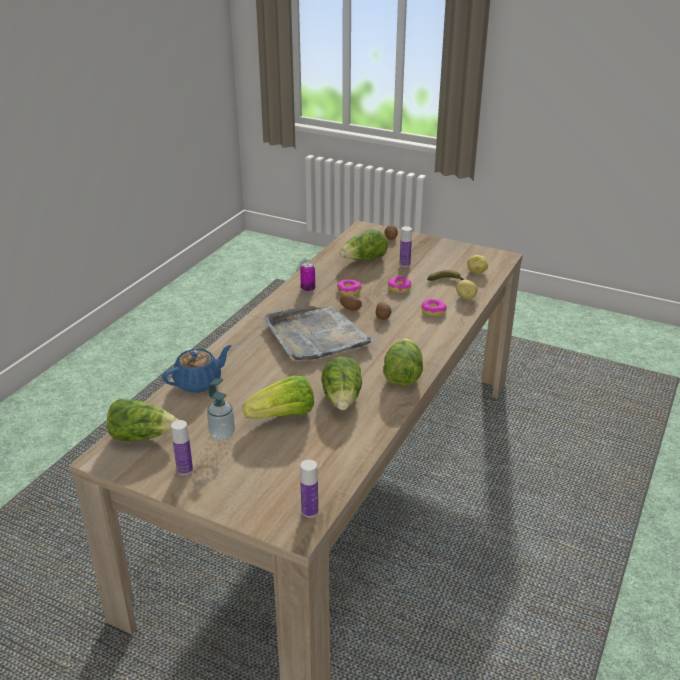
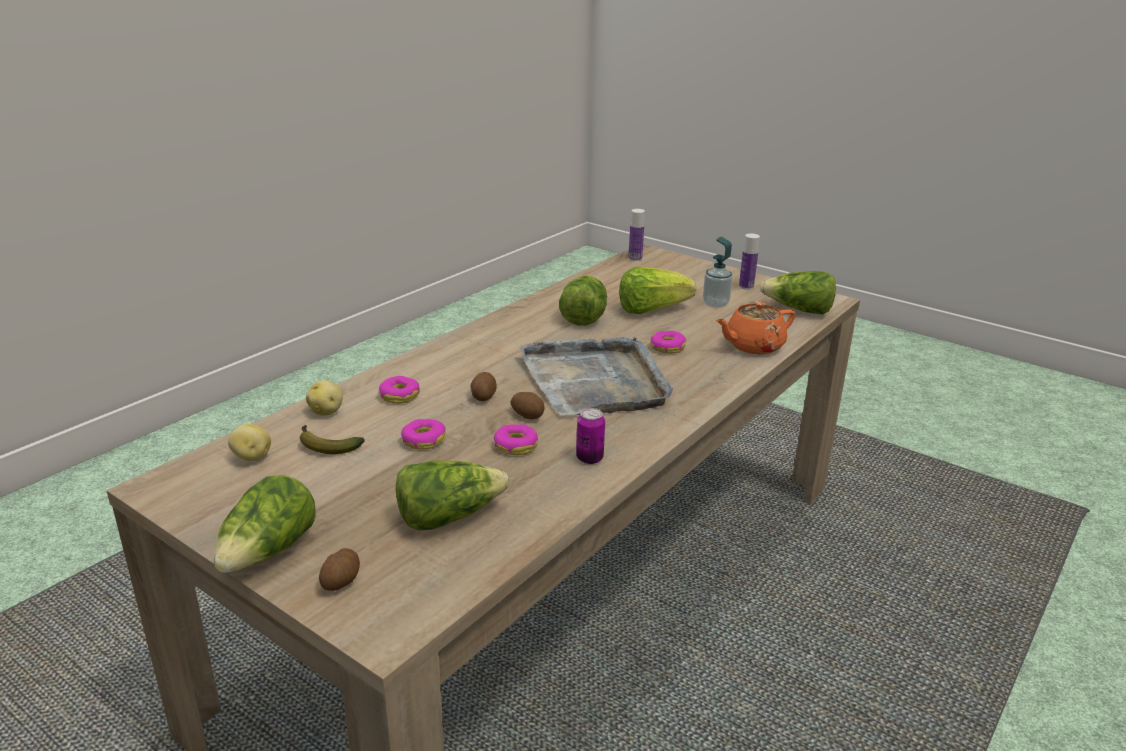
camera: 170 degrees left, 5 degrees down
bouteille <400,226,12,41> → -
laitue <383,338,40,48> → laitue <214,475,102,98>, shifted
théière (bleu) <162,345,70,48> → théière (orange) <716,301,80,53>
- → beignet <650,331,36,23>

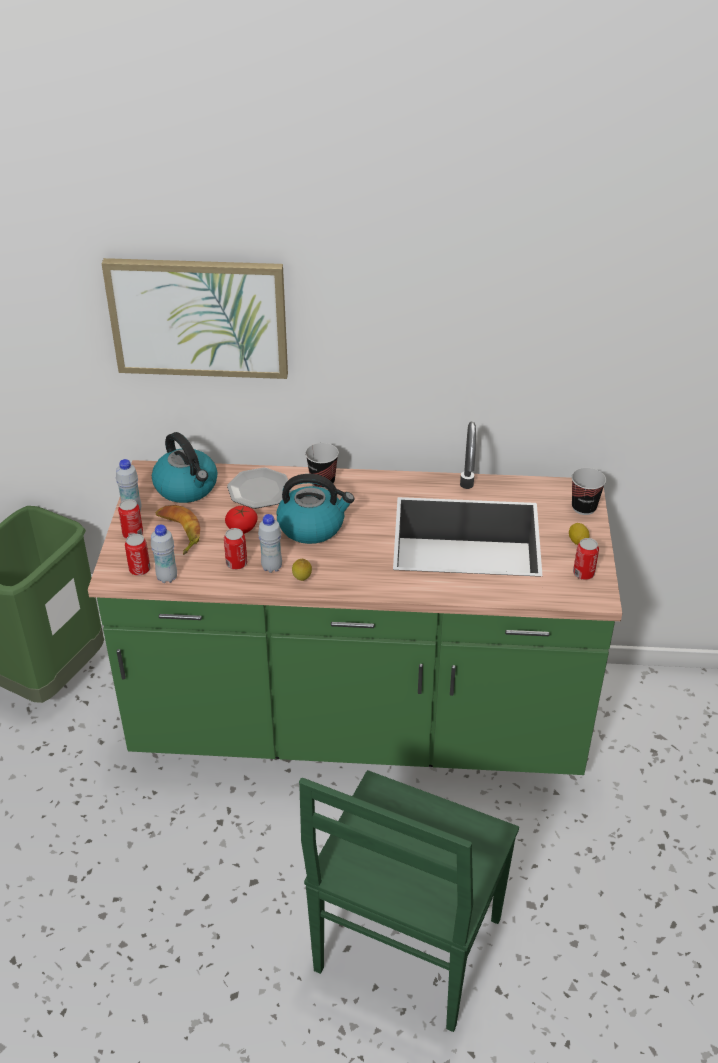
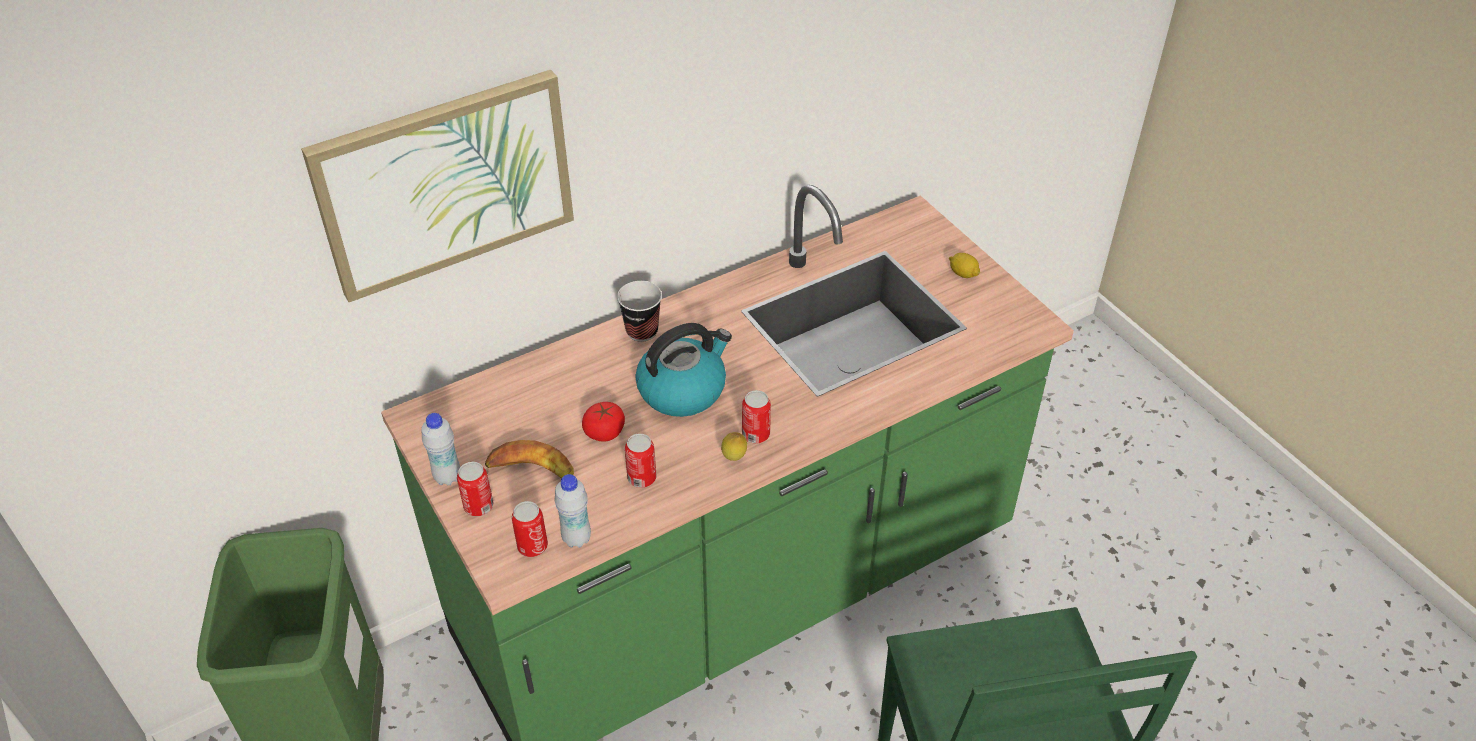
camera: 35 degrees left, 5 degrees up
bouilloire <152,432,66,71> → -
assiette <227,468,65,41> → -
tasse <571,468,35,47> → -
bouteille (blanc) <258,514,24,59> → -
boîte métallique <573,538,26,42> → boîte métallique <742,390,29,54>, shifted

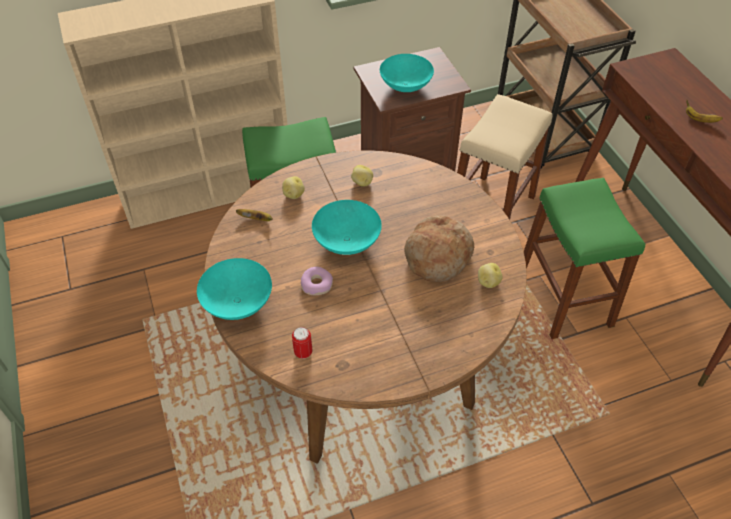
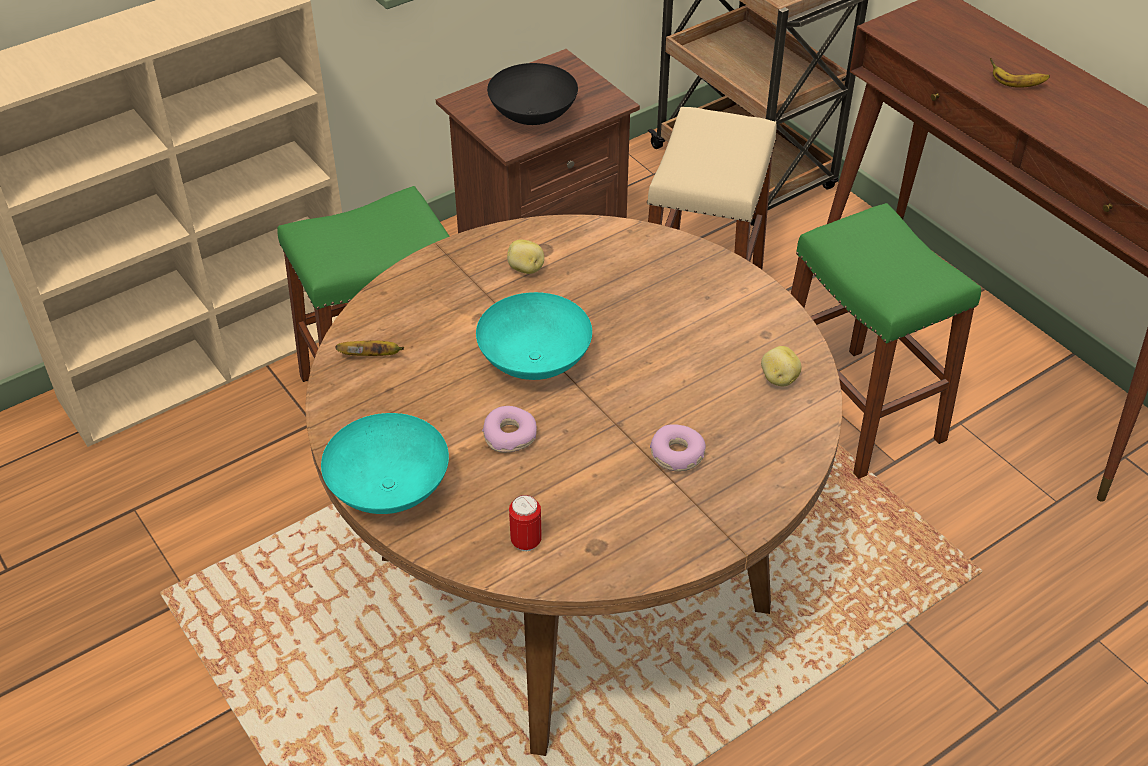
camera: 15 degrees left, 5 degrees down
bol (turquoise) <380,54,54,38> → bol (noir) <487,63,91,62>
pomme de terre <282,176,23,23> → -
pain <404,215,70,67> → -
- → beignet <650,424,56,48>

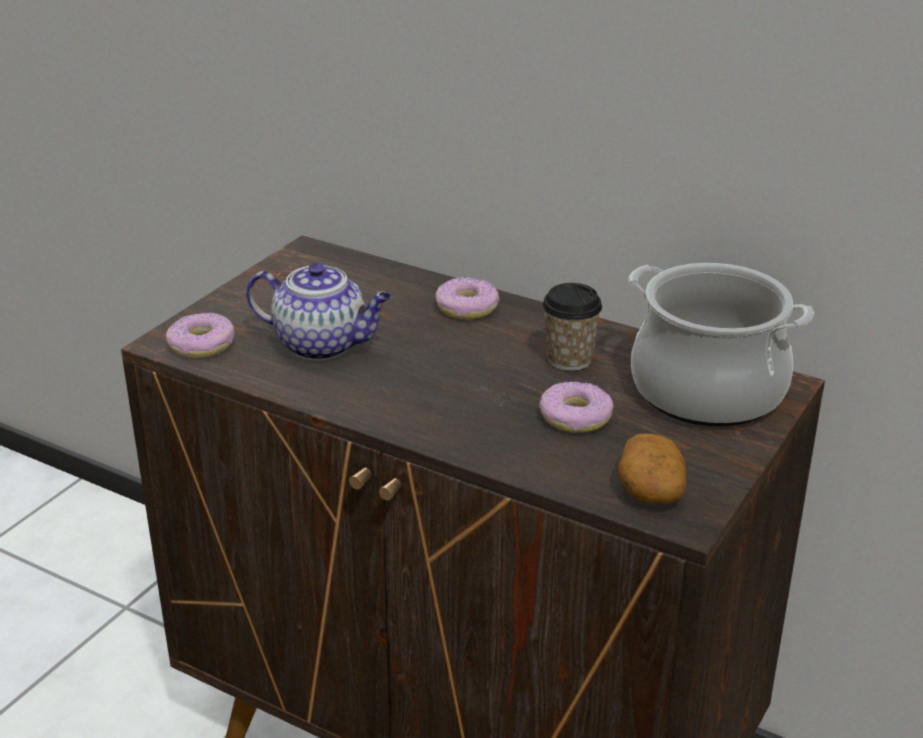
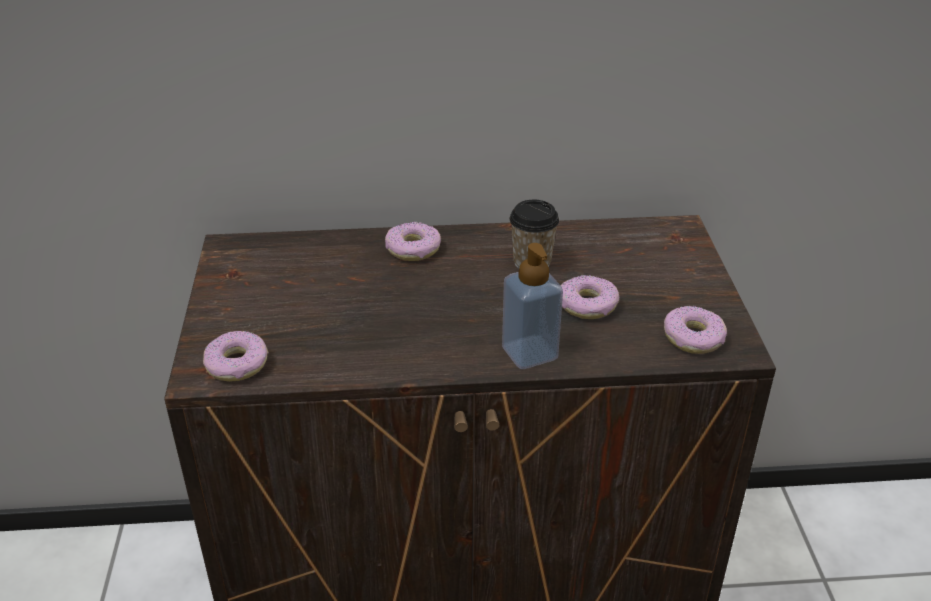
camera: 35 degrees left, 5 degrees up
théière <246,263,146,97> → -
marmite <628,263,186,163> → -
pomme de terre <618,433,68,71> → beignet <664,306,63,48>
- → distributeur de savon <502,243,61,126>

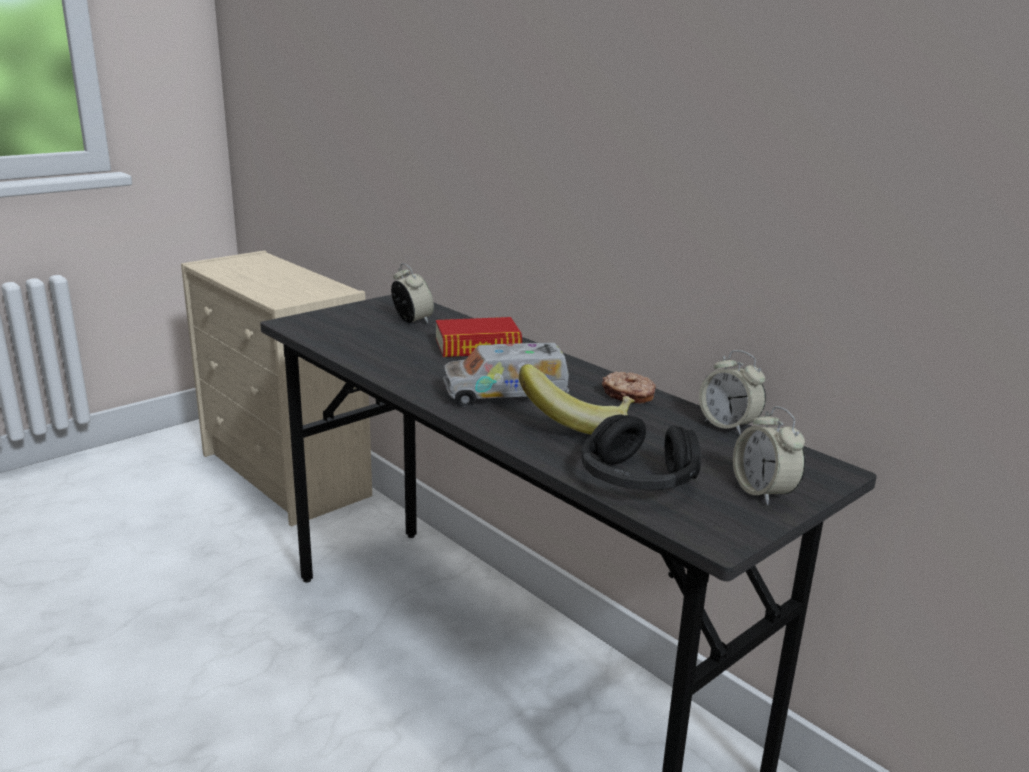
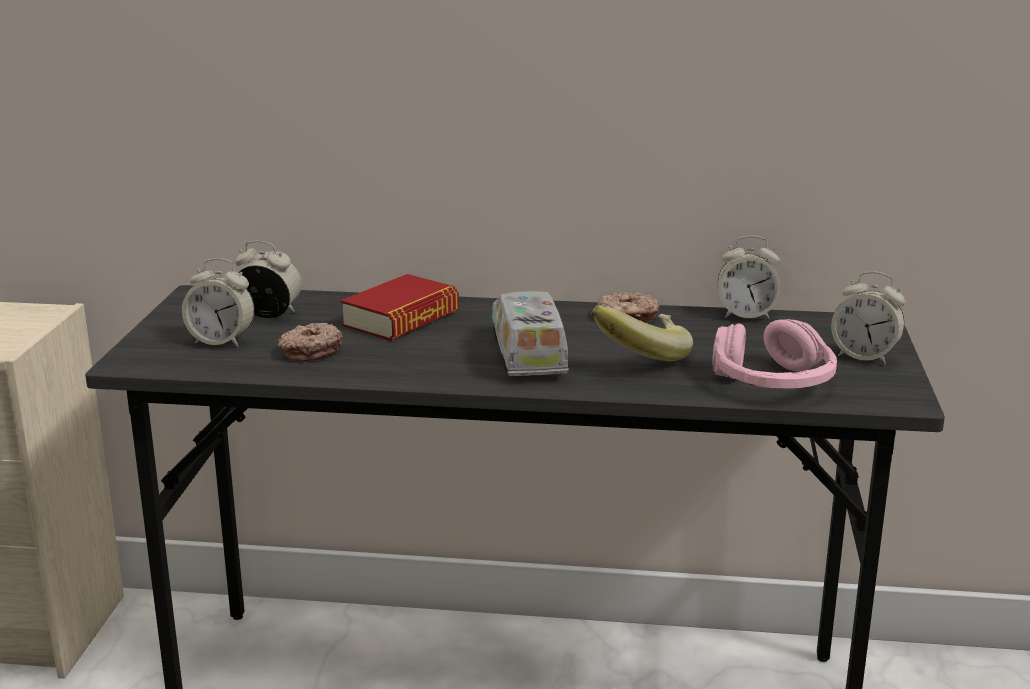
camera: 40 degrees left, 0 degrees up
camion jouet <443,343,126,64> → camion jouet <492,291,77,86>, 135 degrees clockwise
casque audio (noir) <581,415,120,76> → casque audio (rose) <712,319,125,70>
- → réveil <182,258,73,89>
- → beignet <278,323,65,39>

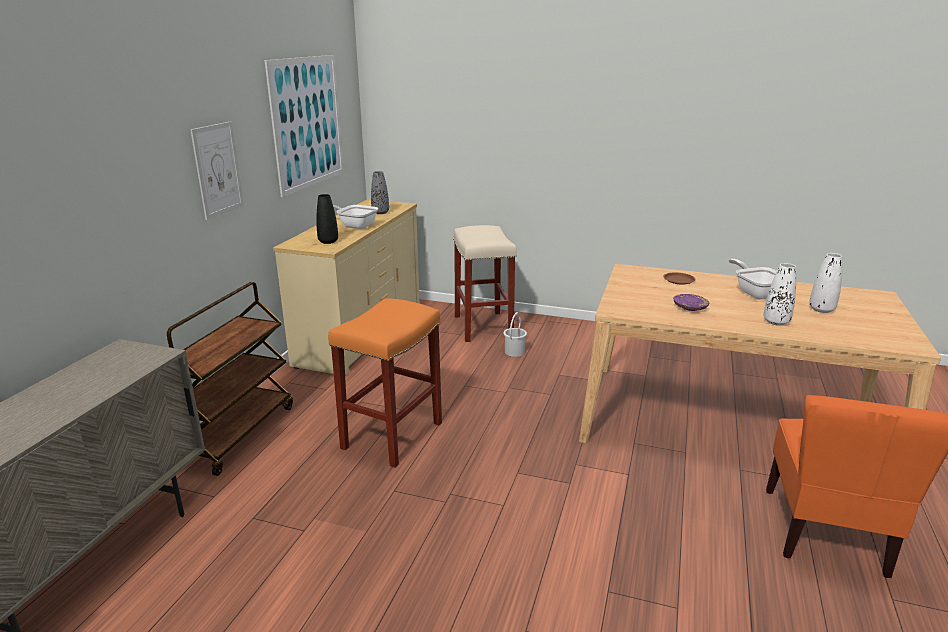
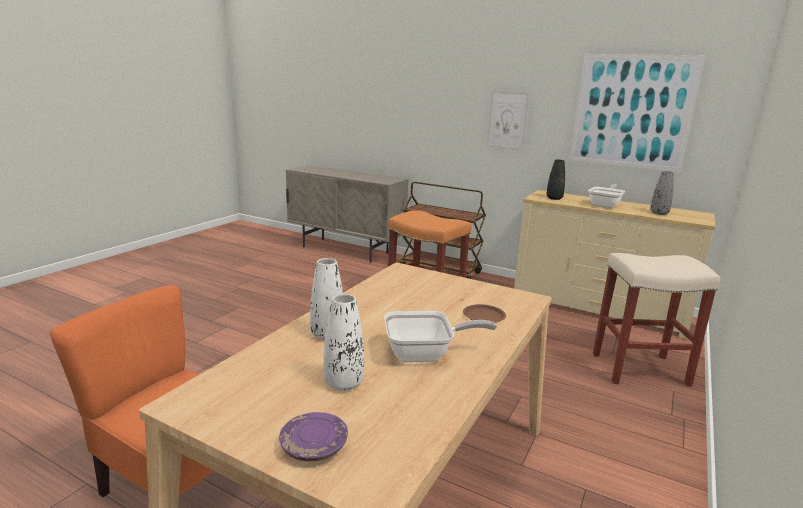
camera: 100 degrees right, 5 degrees down
assiette (violet) <673,294,36,17> → assiette (violet) <279,412,69,50>, shifted
seau (blanc) <503,312,24,45> → -

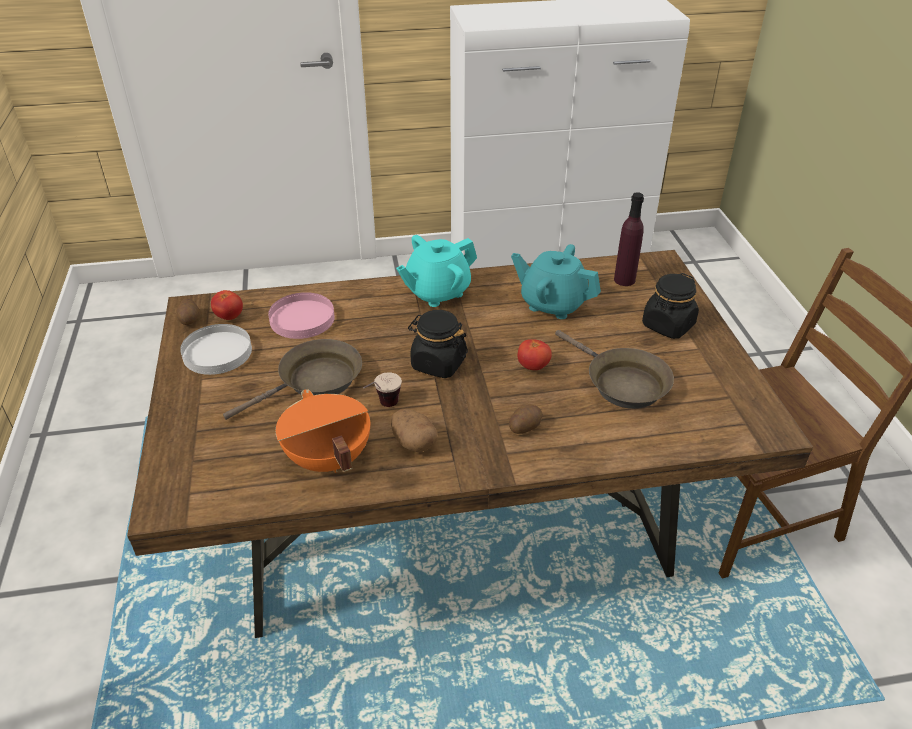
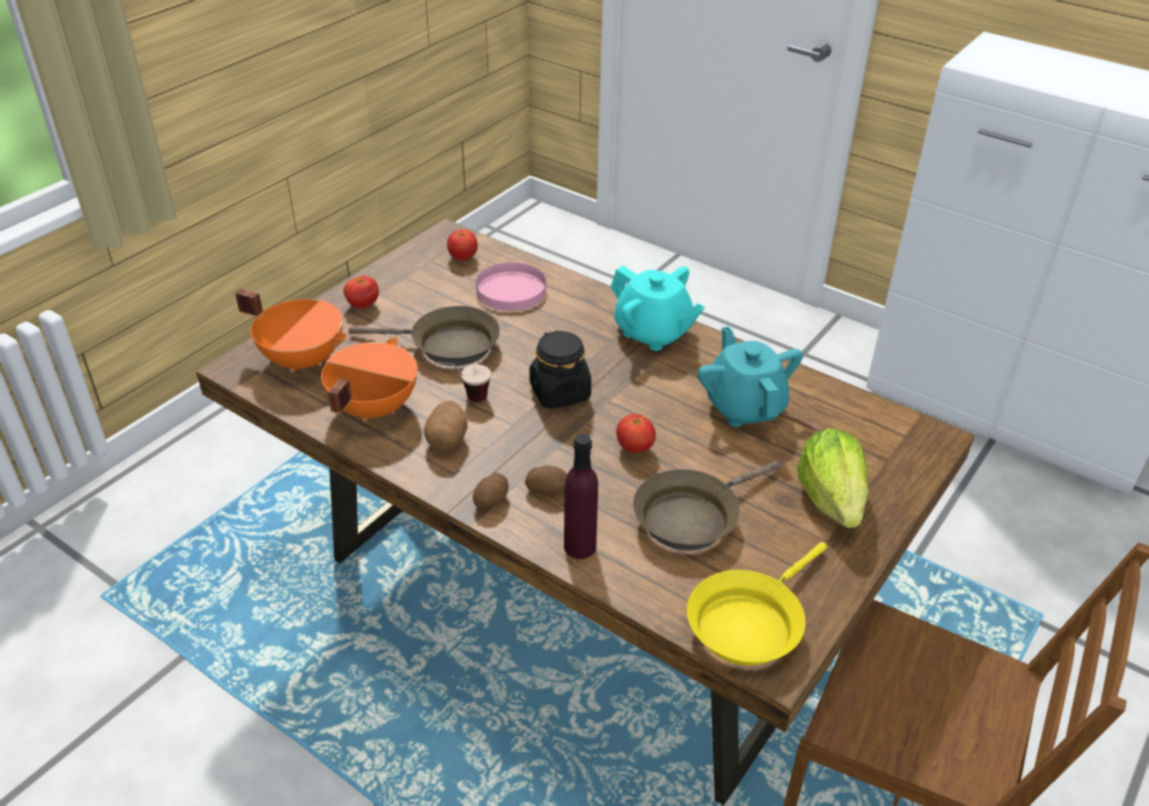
camera: 45 degrees right, 0 degrees up
bouteille (violet) <614,192,30,94> → bouteille (violet) <564,434,34,125>, shifted
théière (turquoise) <396,235,81,72> → théière (turquoise) <610,266,95,85>, 150 degrees counterclockwise
bocal (noir) <642,273,57,66> → laitue <797,428,72,100>
pomme de terre <177,299,23,26> → pomme de terre <473,473,36,35>, shifted
assiette (blanc) <180,324,72,51> → -
poêle (marron) <555,330,119,79> → poêle (marron) <633,460,150,90>, 45 degrees clockwise
- → tomate <343,276,36,33>
- → marmite (orange) <235,289,112,84>
- → poêle (jaune) <687,542,140,124>

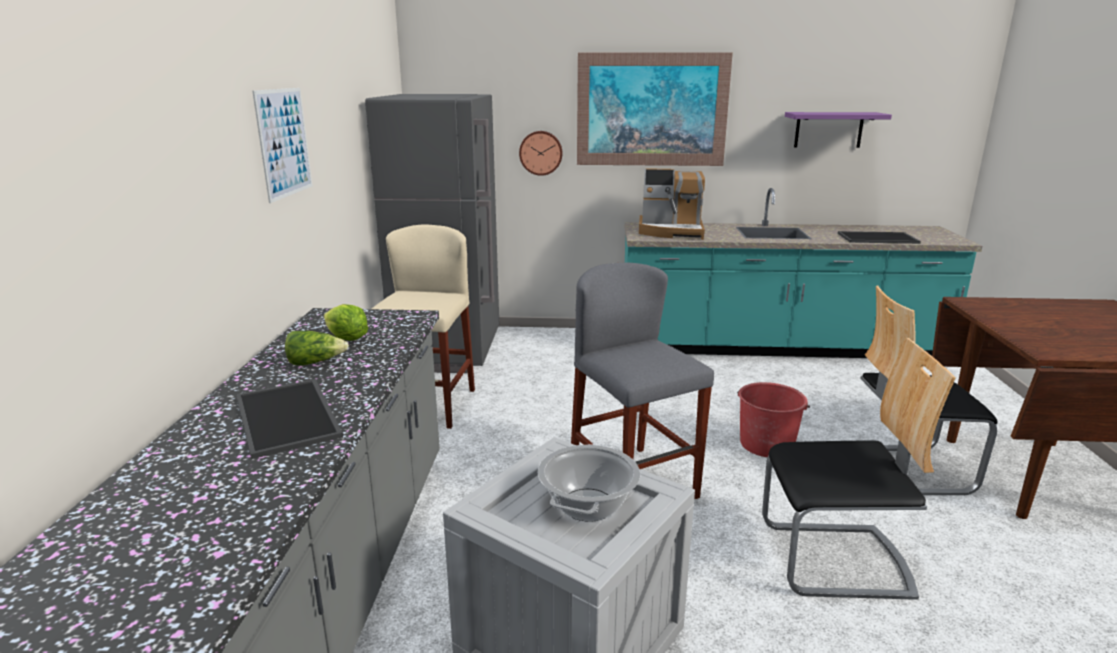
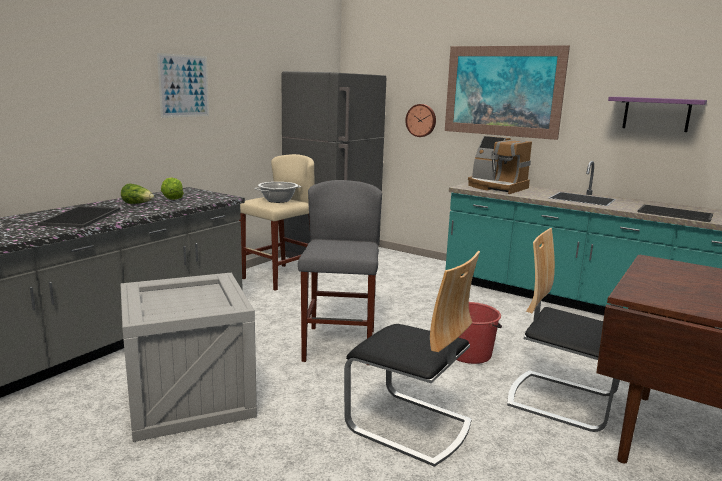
camera: 30 degrees right, 5 degrees down
marmite <538,444,103,78> → marmite <255,182,46,21>, shifted

